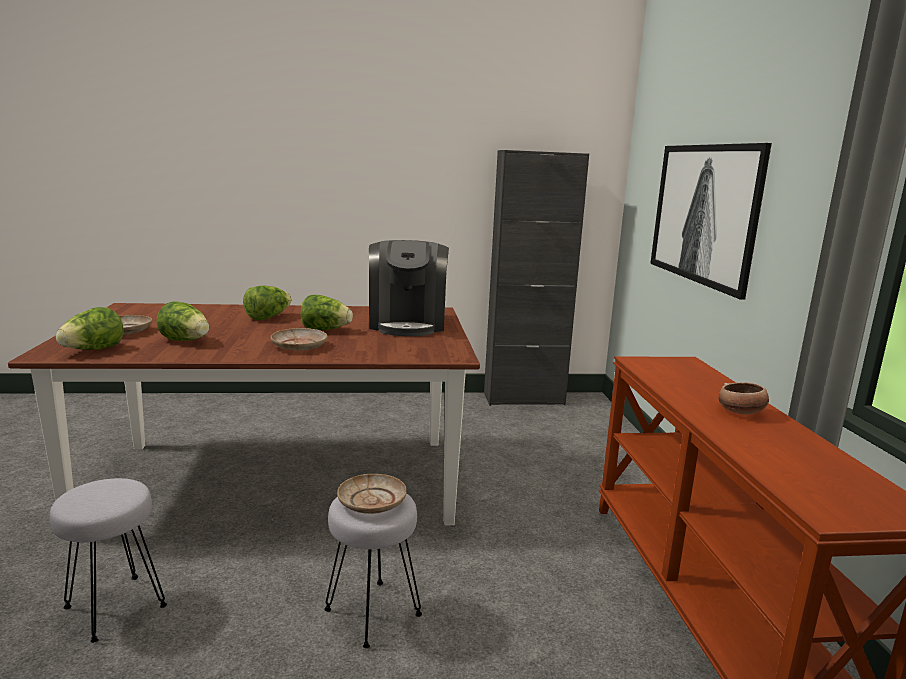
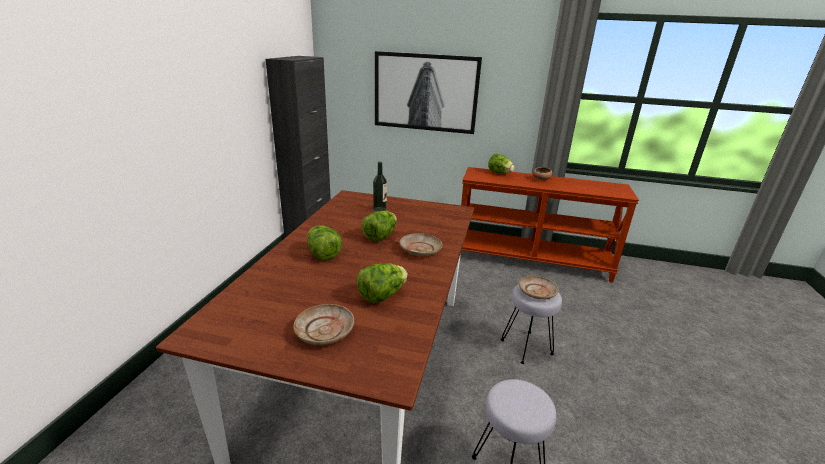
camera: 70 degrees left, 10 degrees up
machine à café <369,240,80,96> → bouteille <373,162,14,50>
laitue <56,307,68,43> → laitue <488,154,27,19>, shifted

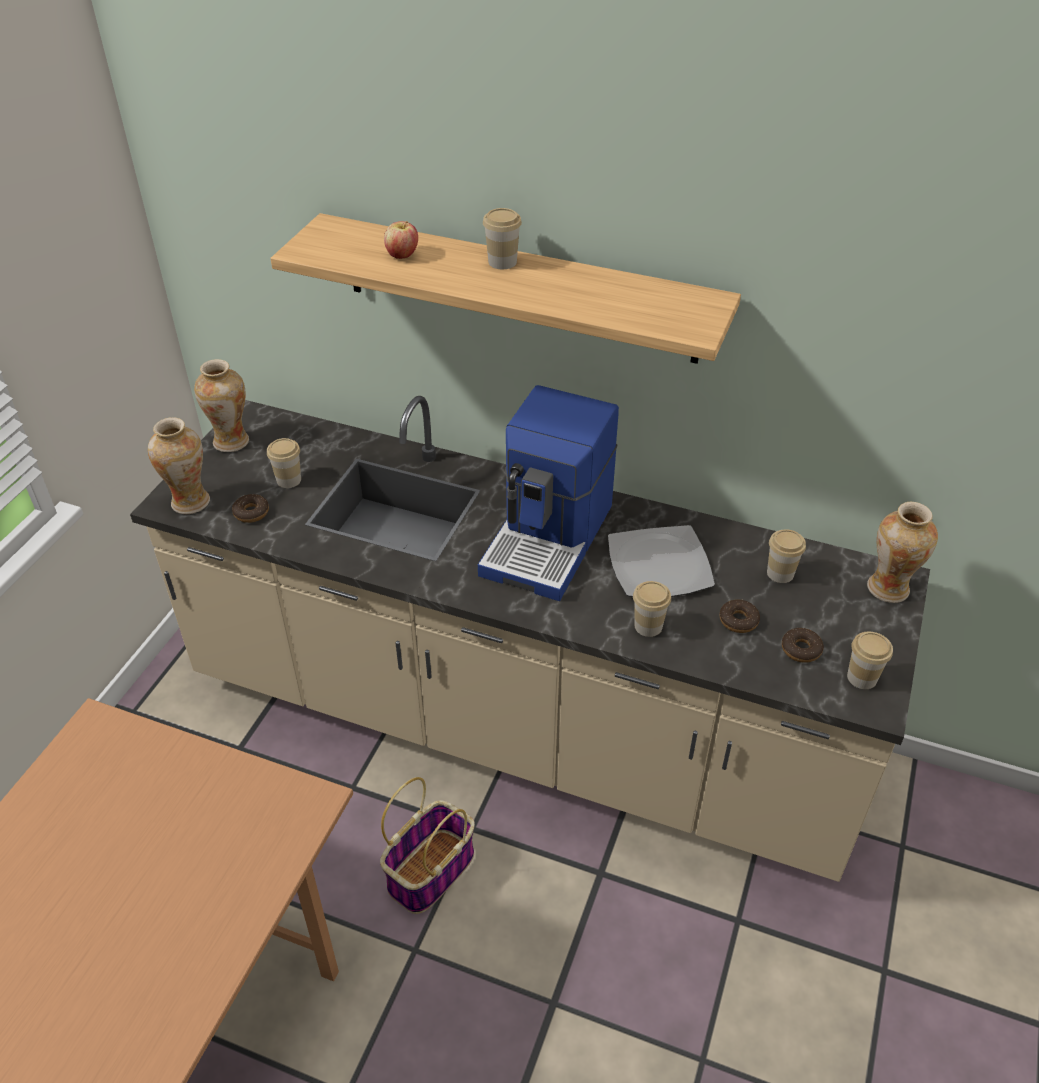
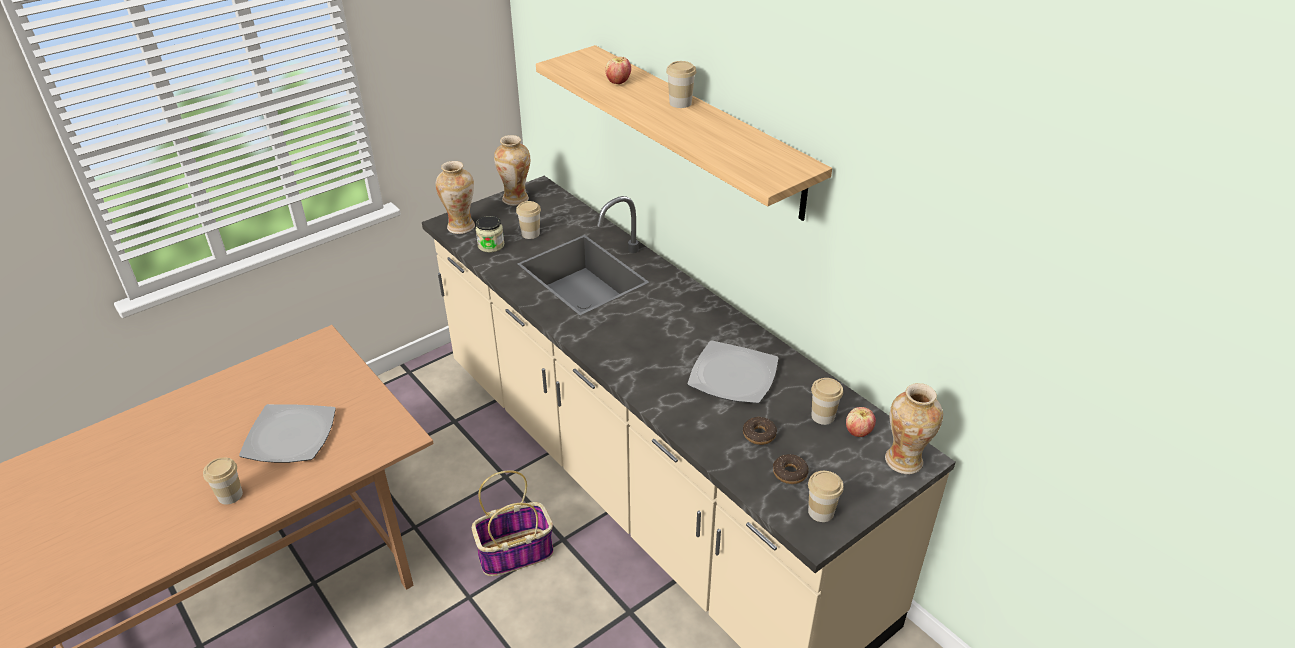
camera: 30 degrees right, 5 degrees down
machine à café <478,385,141,216> → -
beignet <232,494,37,29> → bocal <476,216,28,37>
tasse <633,581,38,56> → tasse <203,457,40,48>, shifted
- → assiette <239,404,97,59>
- → pomme <846,407,30,30>

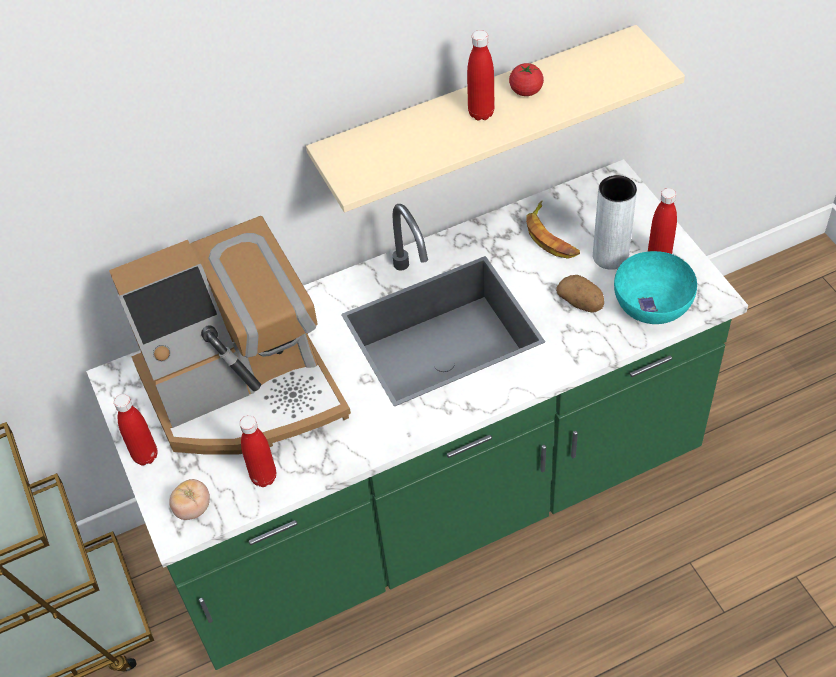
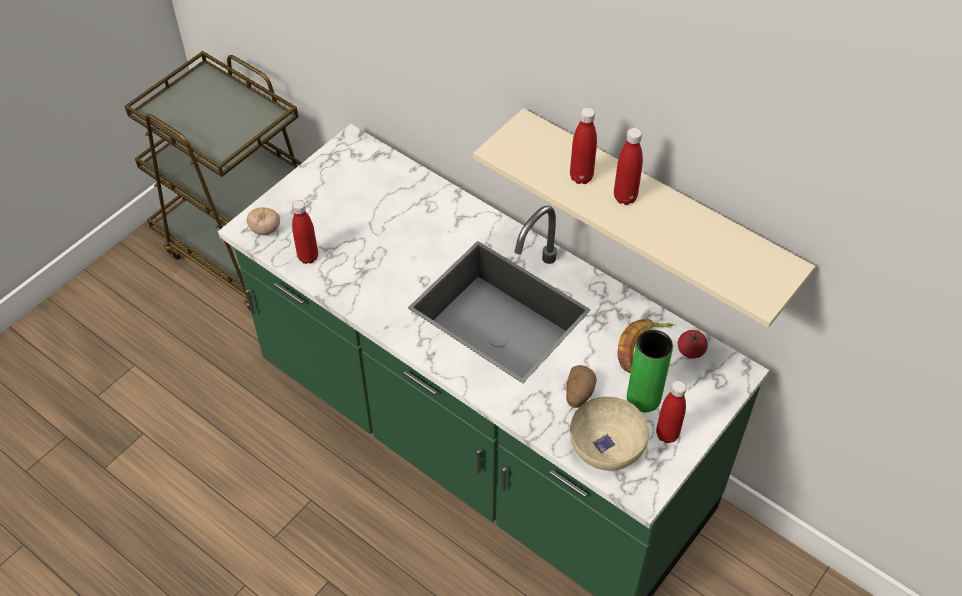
camera: 60 degrees right, 0 degrees up
tomate <509,63,35,33> → tomate <678,330,30,29>, shifted
vase (gris) <593,175,44,95> → vase (vert) <627,330,46,82>
machine à café <109,216,242,239> → -
bol (turquoise) <614,251,83,73> → bol (beige) <570,397,79,74>
bouteille (rouge) <114,394,43,71> → bouteille (rouge) <570,107,27,77>, shifted

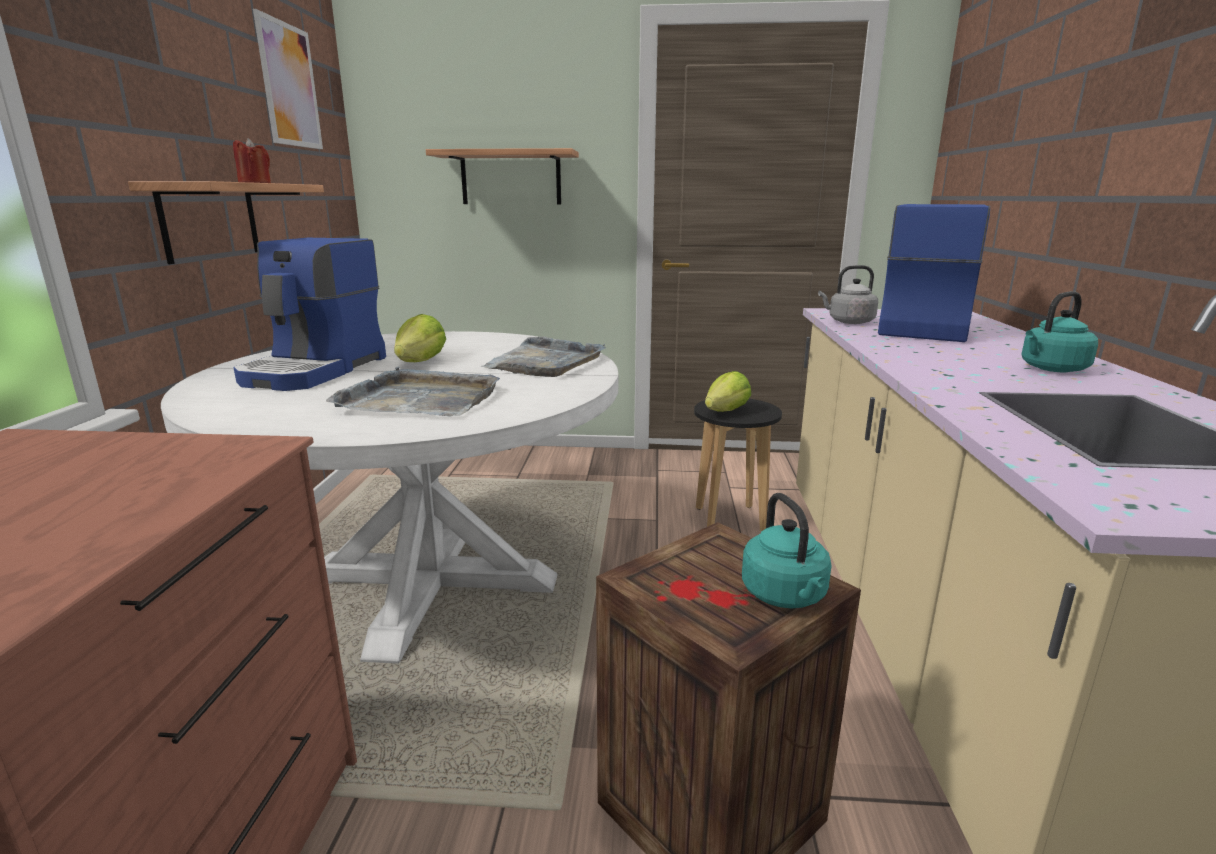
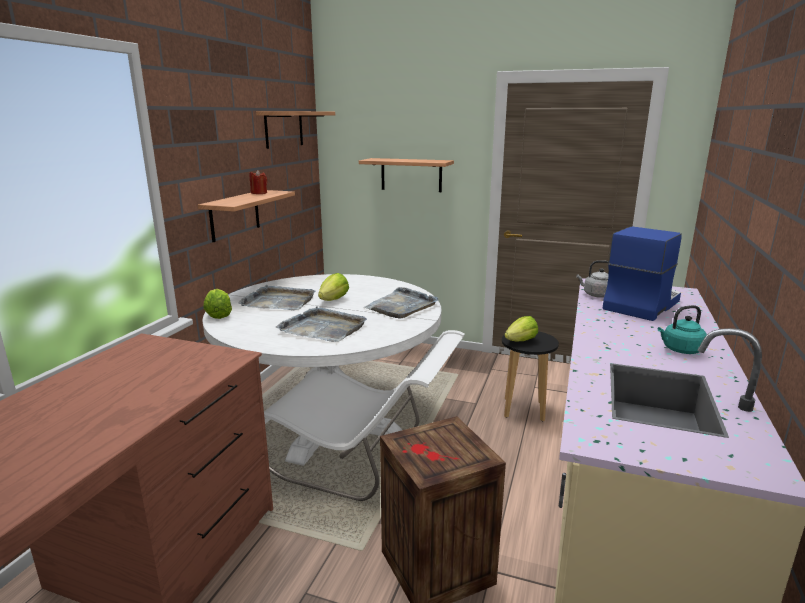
camera: 15 degrees right, 0 degrees up
tableau <253,9,70,140> → étagère <256,111,79,38>
machine à café <234,238,152,153> → plateau (gris) <238,285,78,25>
bouilloire (turquoise) <742,493,90,116> → -
- → laitue <203,289,29,30>
- → chaise (blanc) <264,330,201,171>

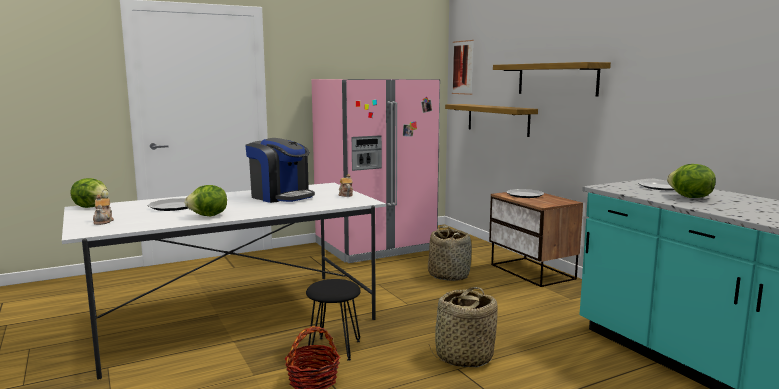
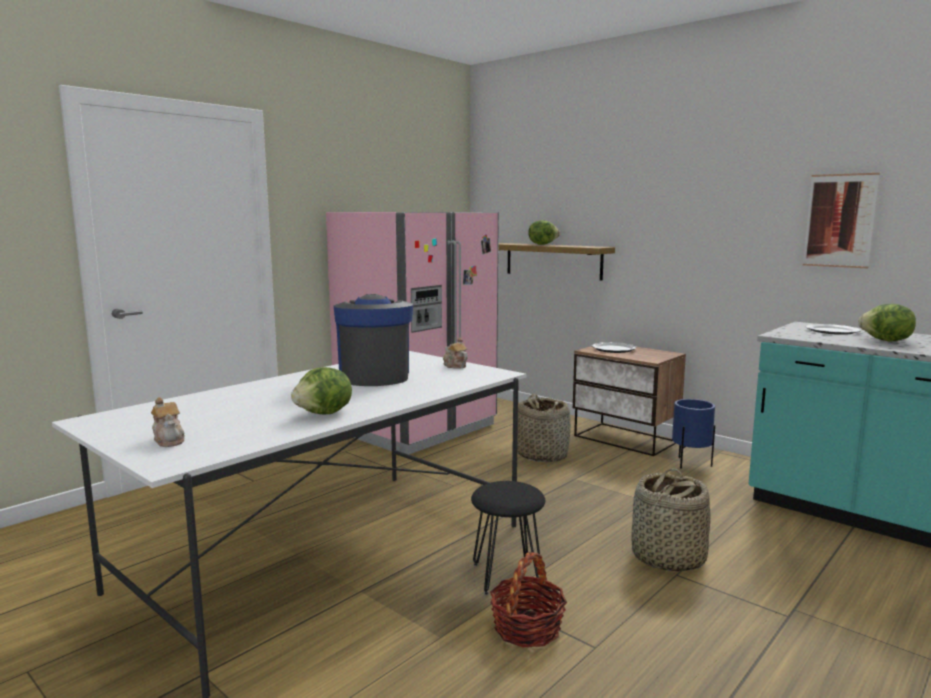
camera: 20 degrees left, 0 degrees up
tableau <452,40,22,55> → tableau <803,173,77,95>, shifted
étagère <493,62,118,34> → -
machine à café <245,138,70,65> → machine à café <333,294,80,92>, 120 degrees counterclockwise
laitue <70,178,39,30> → laitue <528,220,32,25>, shifted
assiette <147,198,41,13> → -
- → cache-pot (bleu) <672,399,43,70>

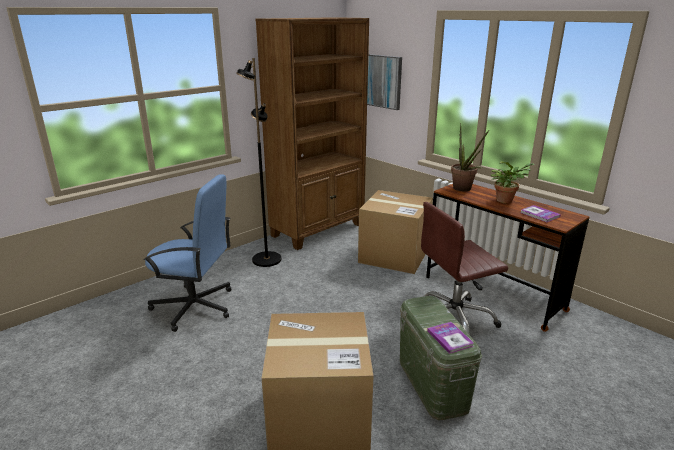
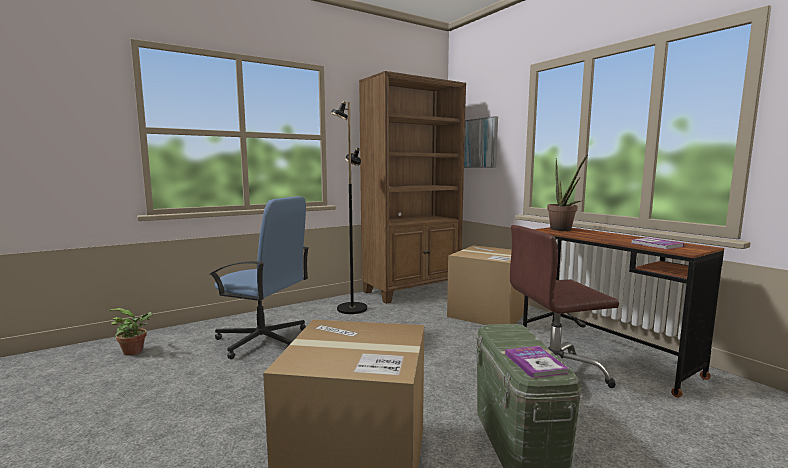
camera: 10 degrees right, 15 degrees down
plante en pot <491,161,44,42> → plante en pot <109,308,43,48>, shifted

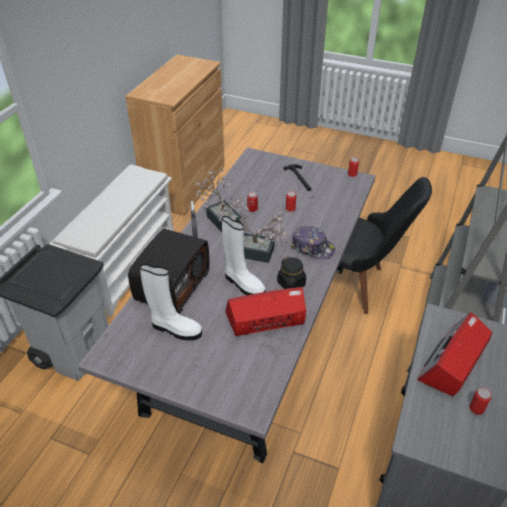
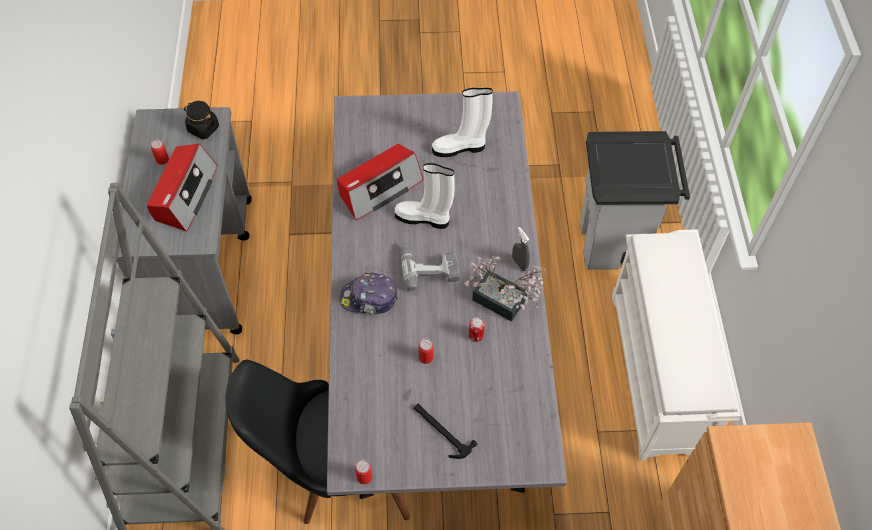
camera: 155 degrees right, 15 degrees up
plante en pot <233,211,55,52> → perceuse <401,241,59,50>
radio <128,229,81,85> → -
bocal (noir) <277,257,29,32> → bocal (noir) <184,101,35,38>, shifted

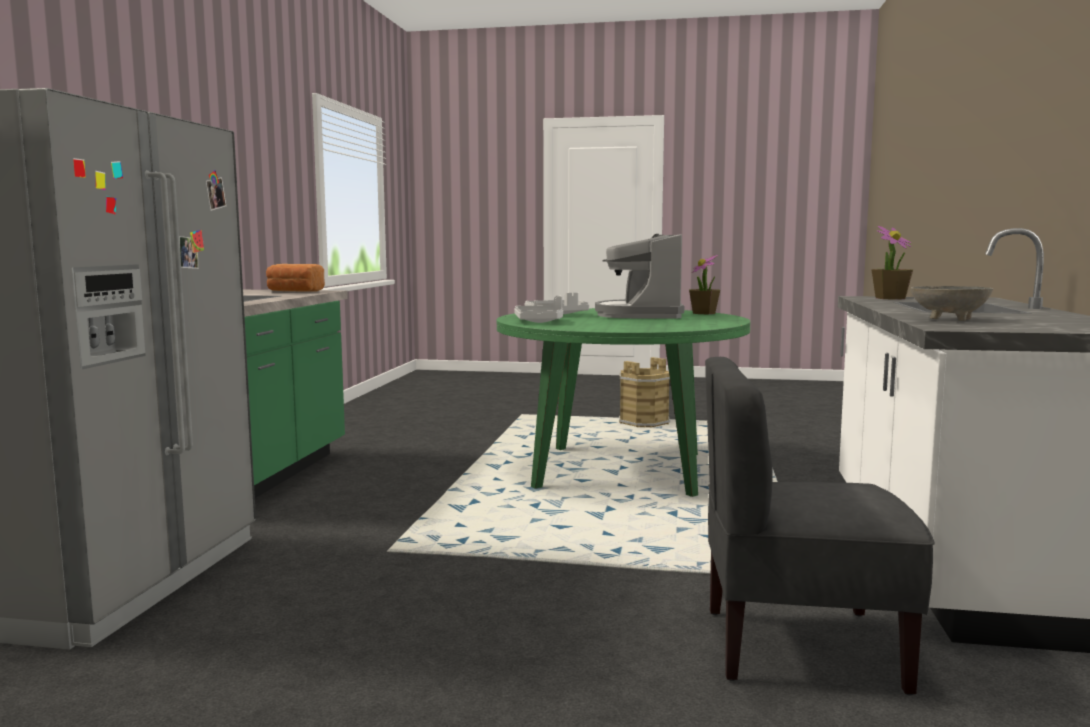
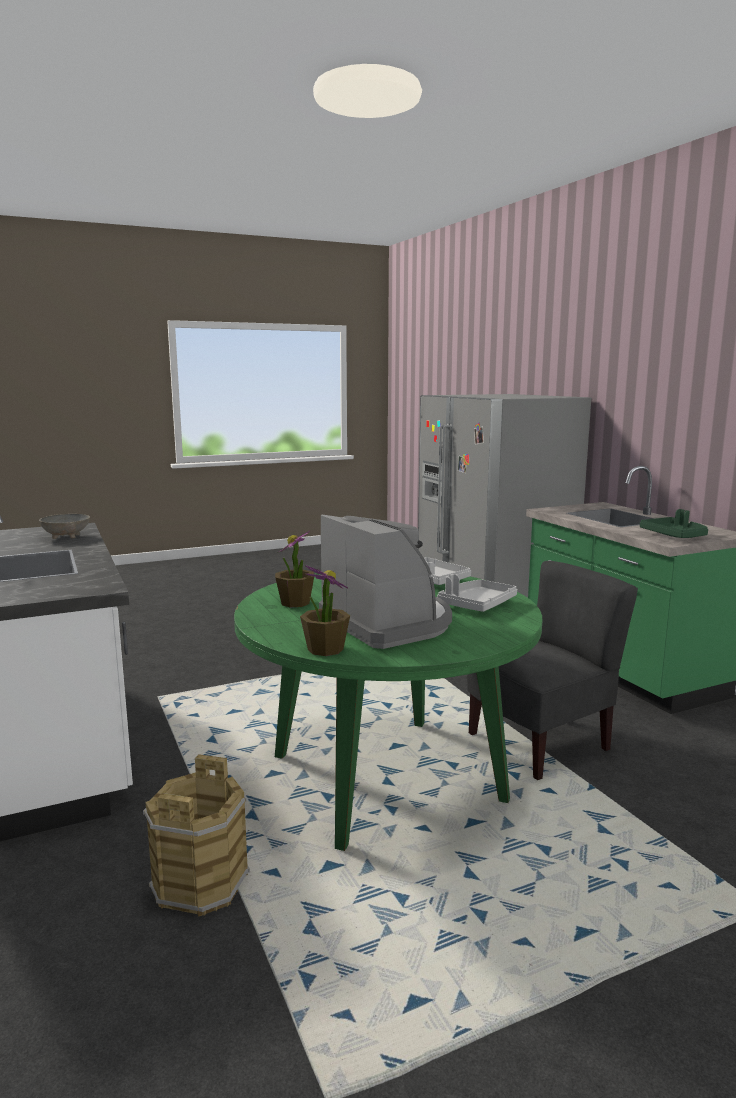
camera: 145 degrees right, 5 degrees up
plante en pot <871,226,42,74> → plante en pot <275,531,39,76>, shifted
pain <266,264,59,28> → plateau (vert) <640,509,68,29>
seau (marron) <619,357,51,71> → seau (marron) <143,754,107,163>, shifted
chaise (gris) <705,357,230,339> → chaise (gris) <467,561,171,219>, shifted

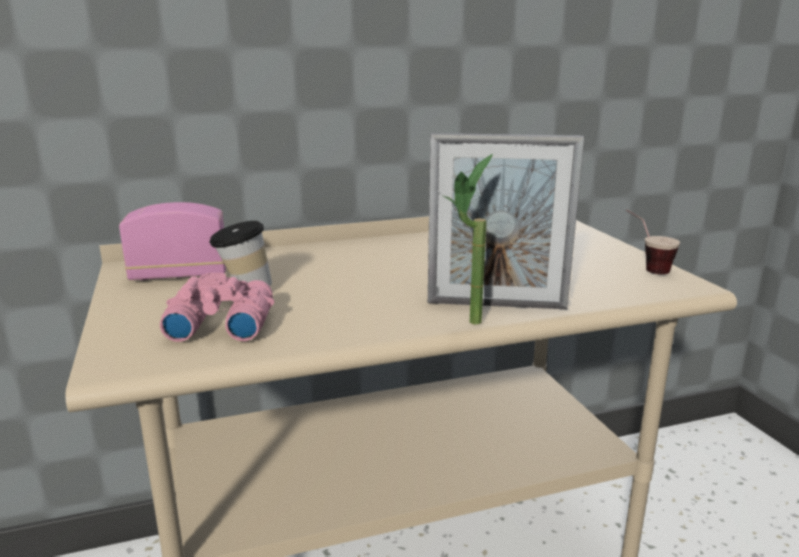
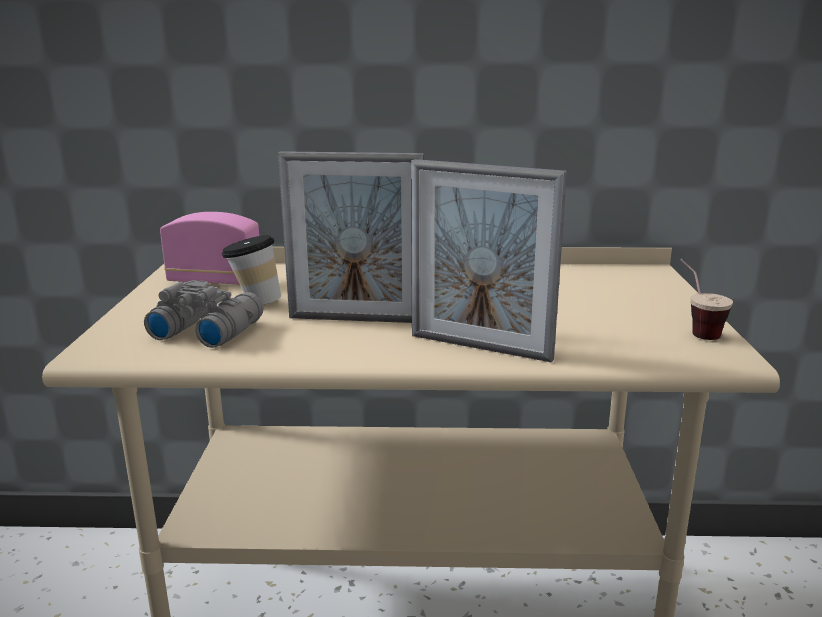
camera: 20 degrees right, 0 degrees up
plante en pot <442,154,51,170> → -
jumelles (rose) <160,273,114,69> → jumelles (gris) <144,280,119,68>
- → cadre photo <278,151,146,172>

